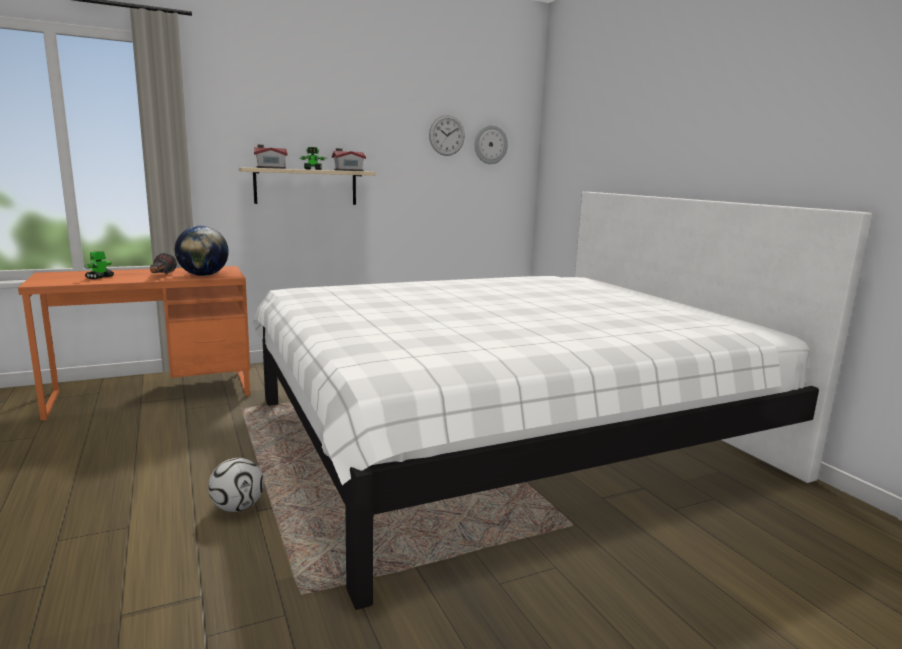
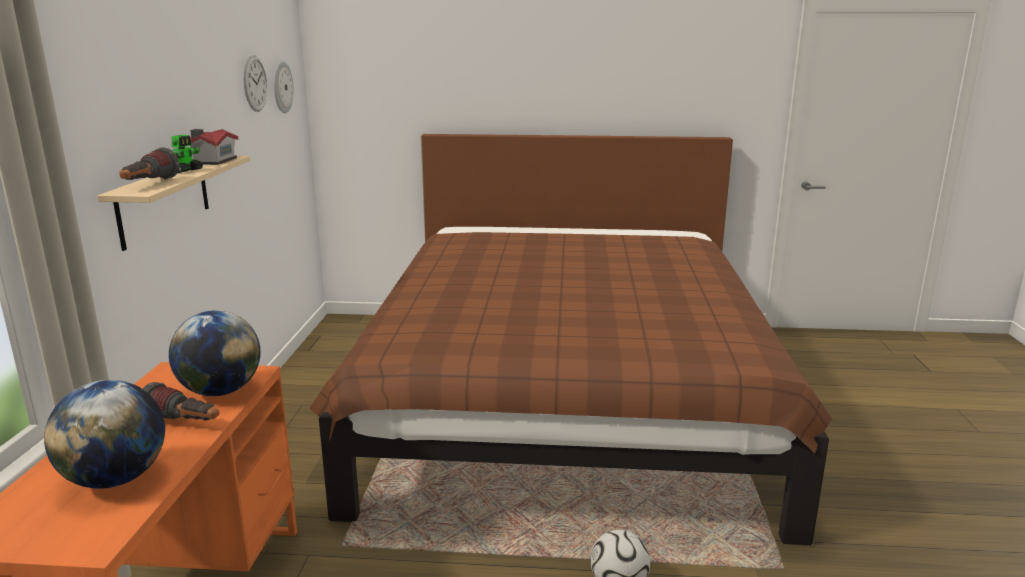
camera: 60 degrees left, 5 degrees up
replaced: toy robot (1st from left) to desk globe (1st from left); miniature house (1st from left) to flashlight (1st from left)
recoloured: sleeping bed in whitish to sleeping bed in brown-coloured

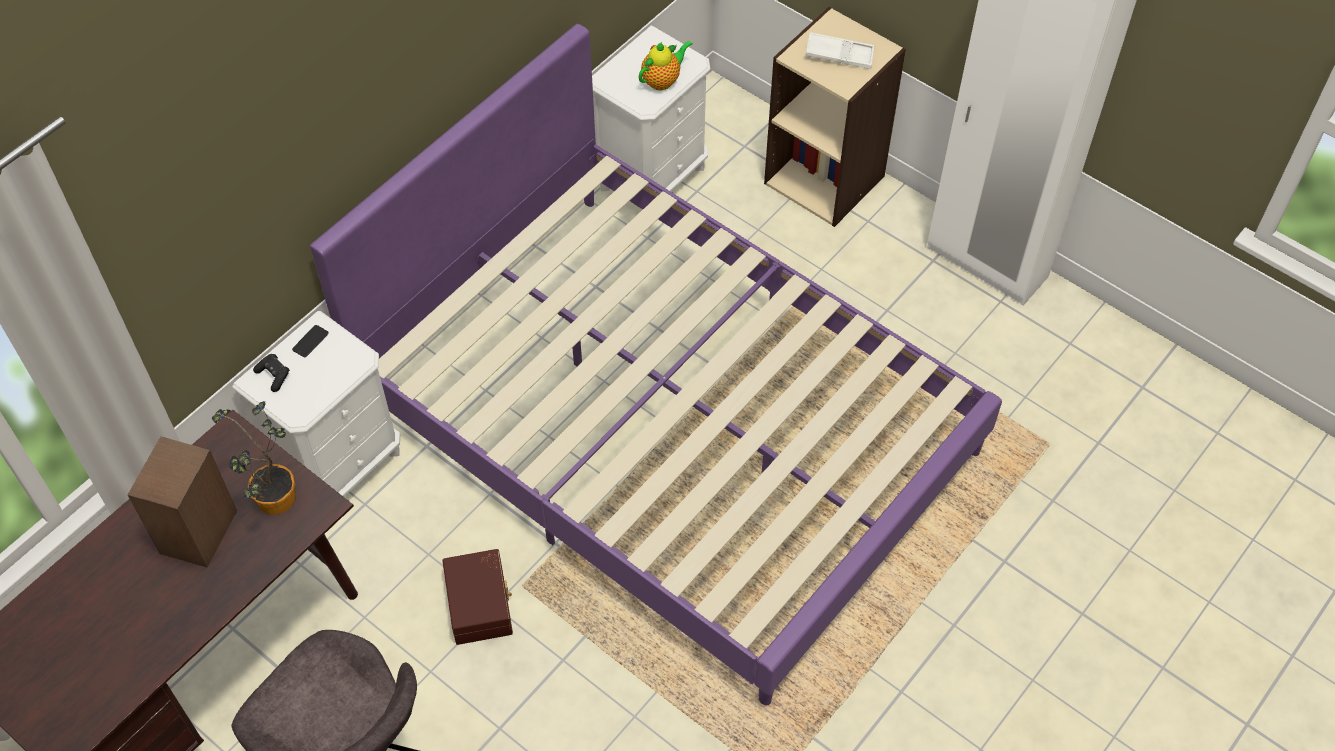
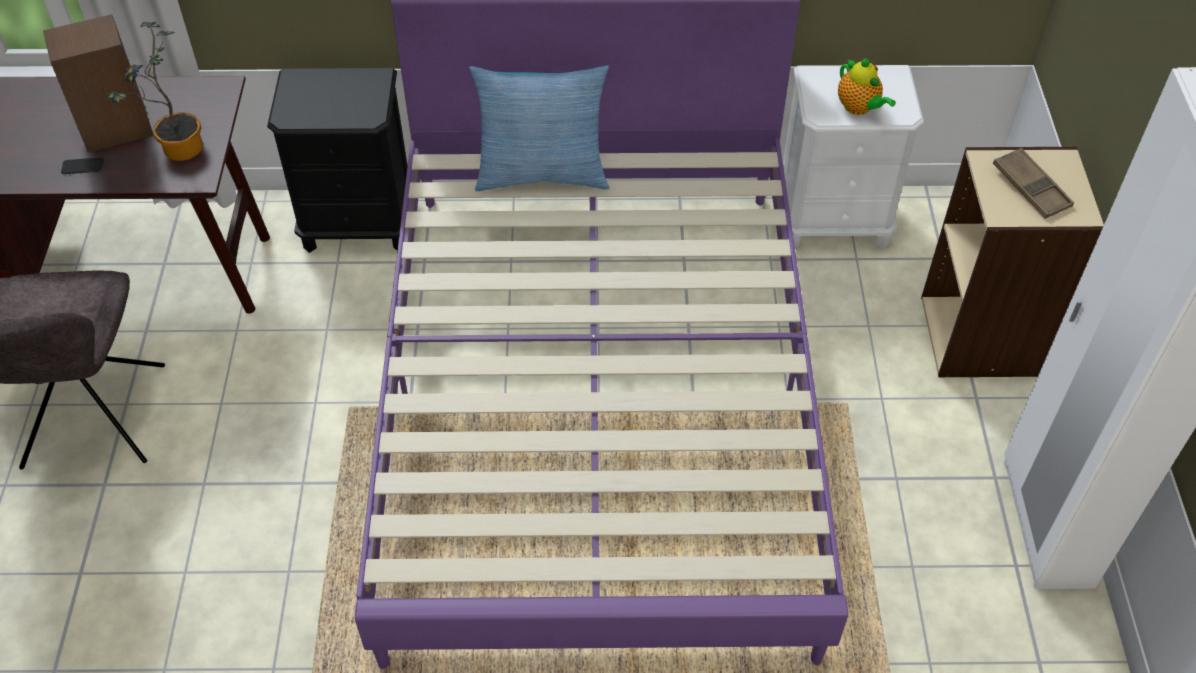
camera: 50 degrees right, 5 degrees down
removed: gamepad in black; storage bin in brown-coloured
added: cushion
moved: handset
recoloured: bedside table in whitish (1st from left) to bedside table in black; tray in whitish to tray in brown-coloured
turned: tea pot 45 degrees clockwise

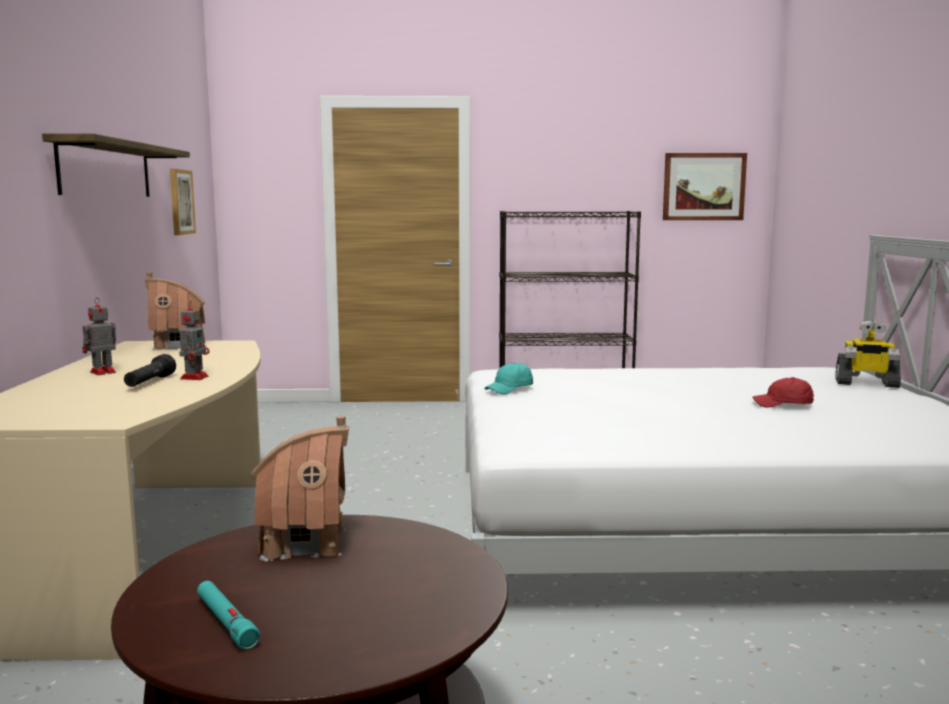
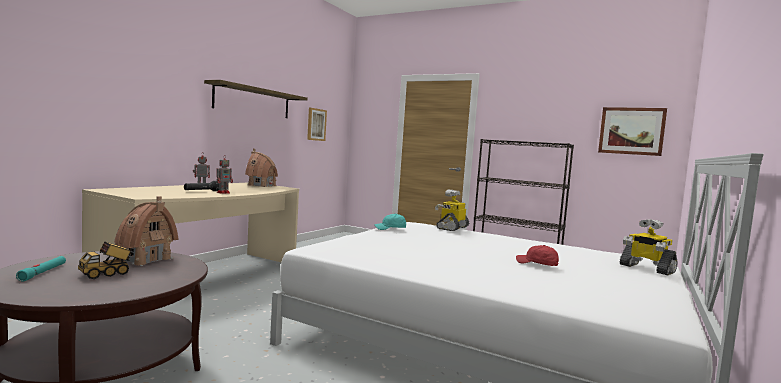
camera: 30 degrees right, 5 degrees down
added: toy truck; toy robot (3rd from left)

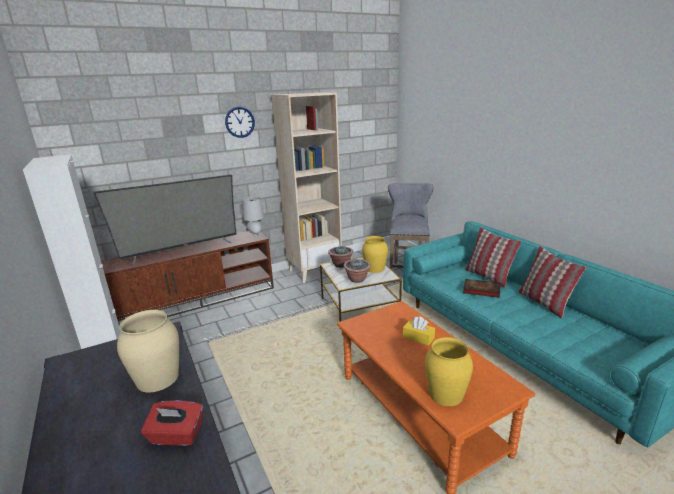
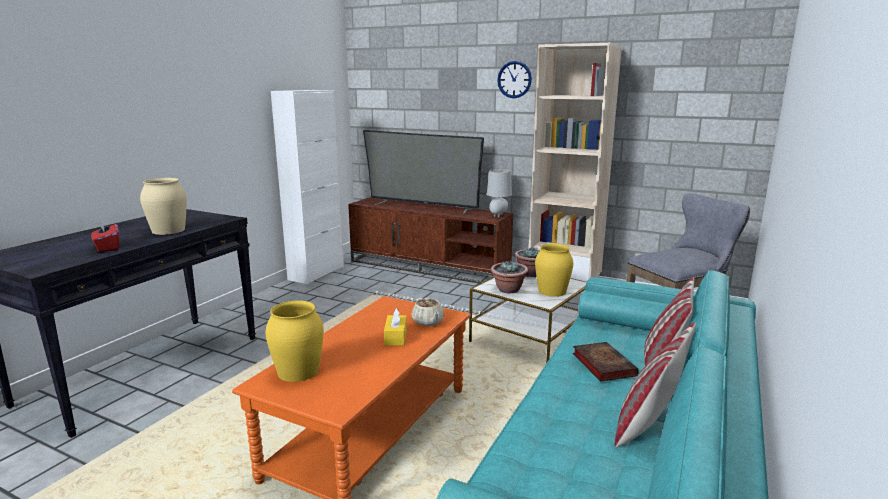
camera: 55 degrees right, 5 degrees down
added: tea pot in beige-coloured

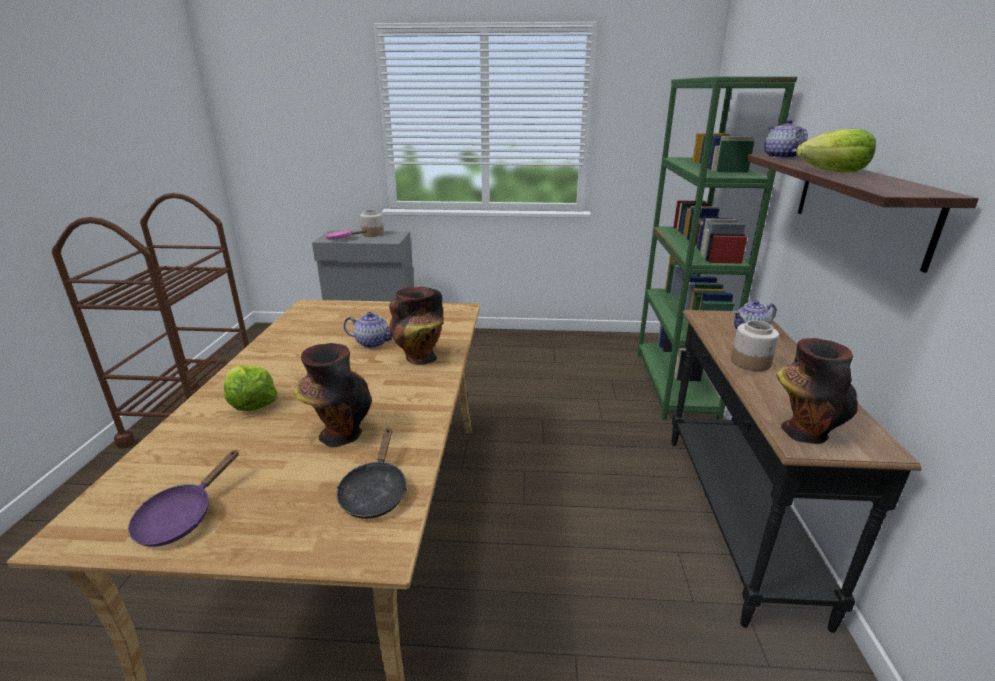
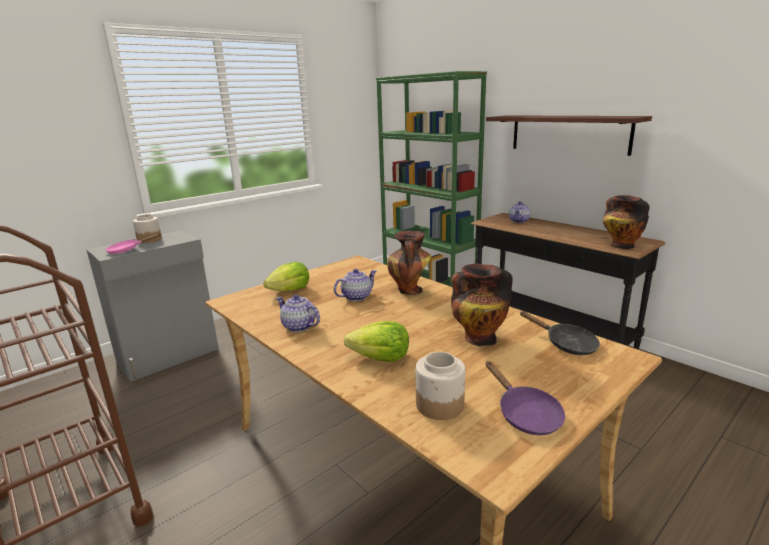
camera: 45 degrees left, 5 degrees down
moved: jar (2nd from left); tea pot (3rd from left in the first image) to tea pot (1st from left); lettuce head (2nd from left in the first image) to lettuce head (1st from left)

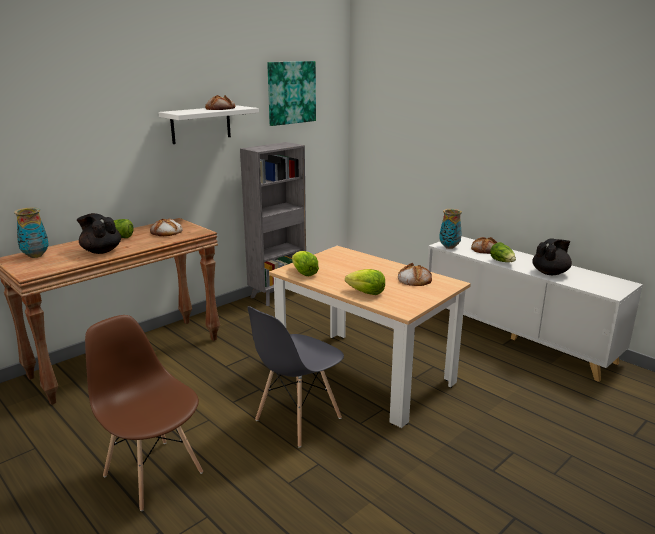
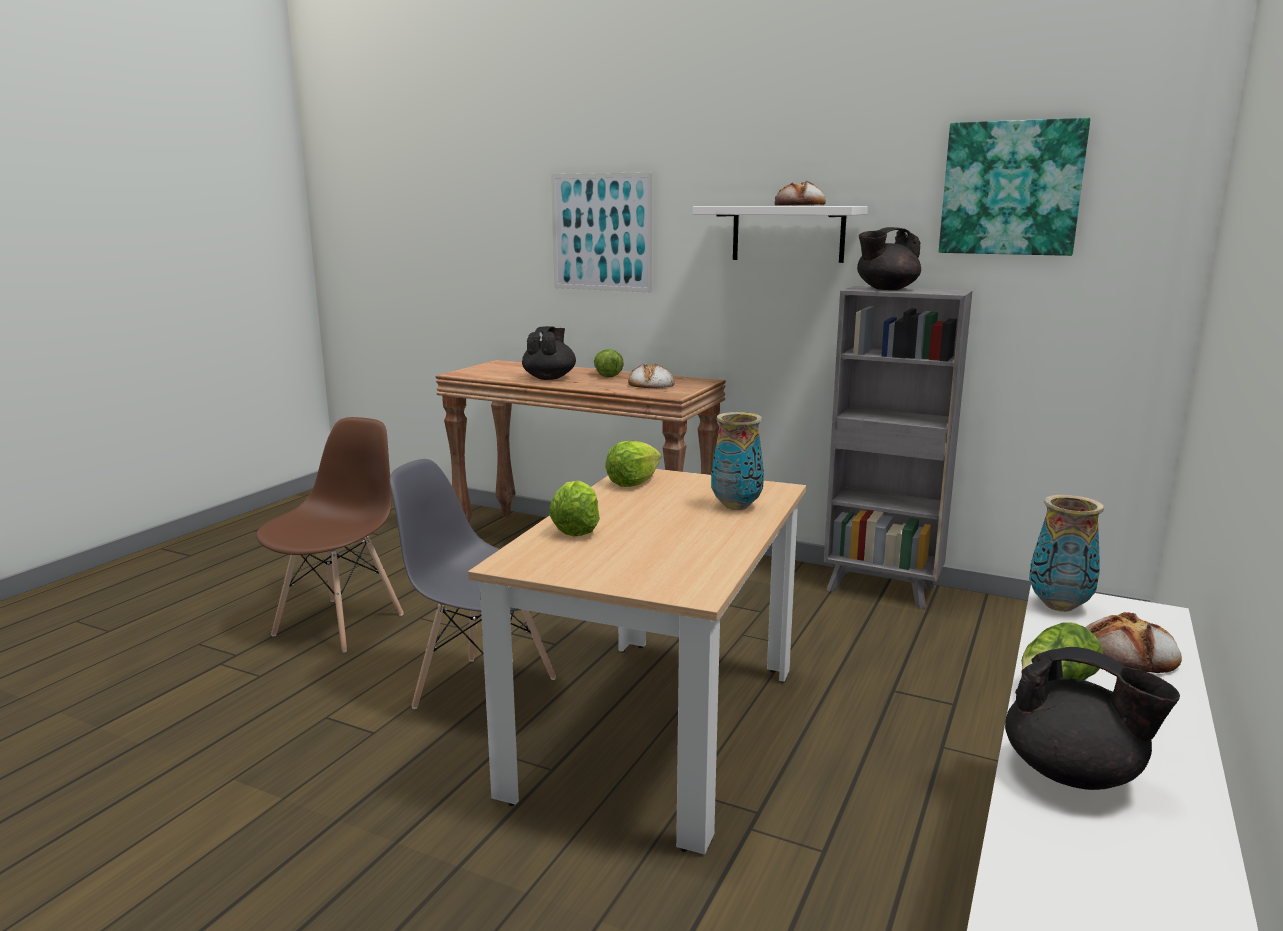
camera: 70 degrees right, 5 degrees down
removed: bakery bread (3rd from left)
added: picture (1st from left); tea pot in black (2nd from left)
moved: flower vase (1st from left)

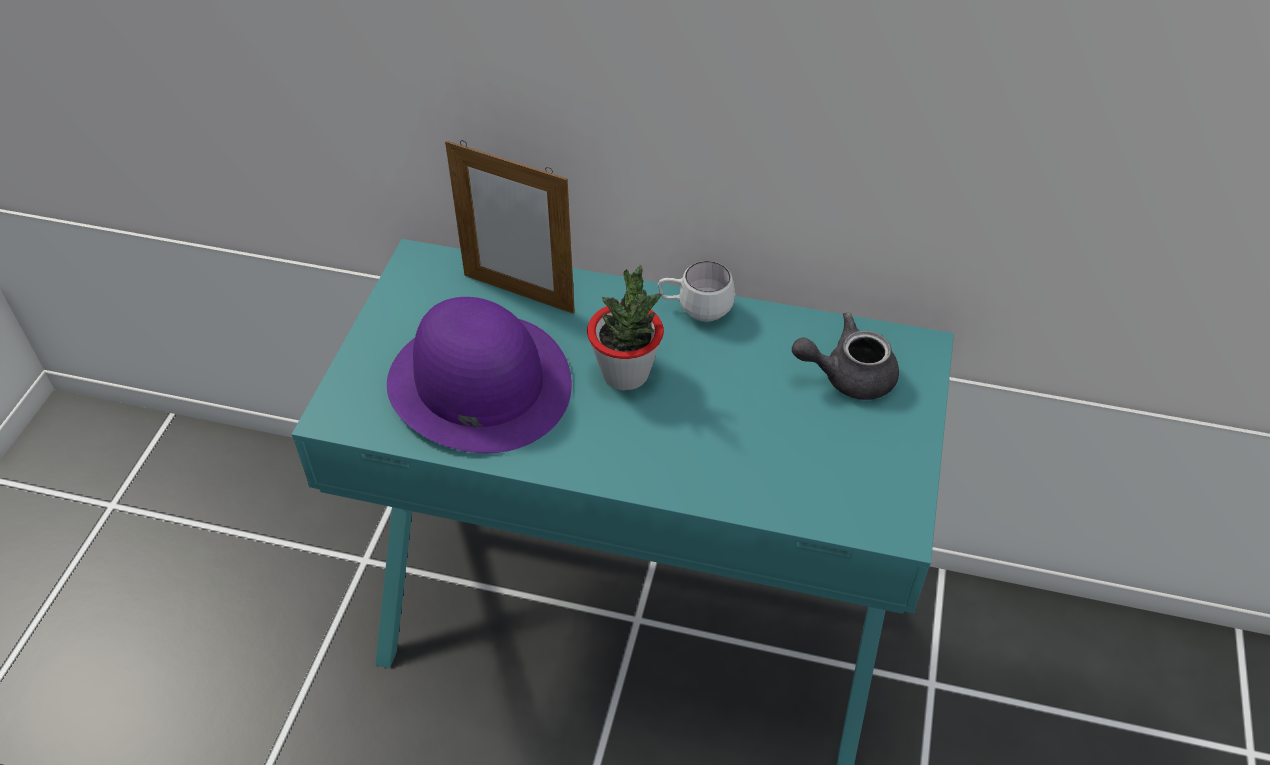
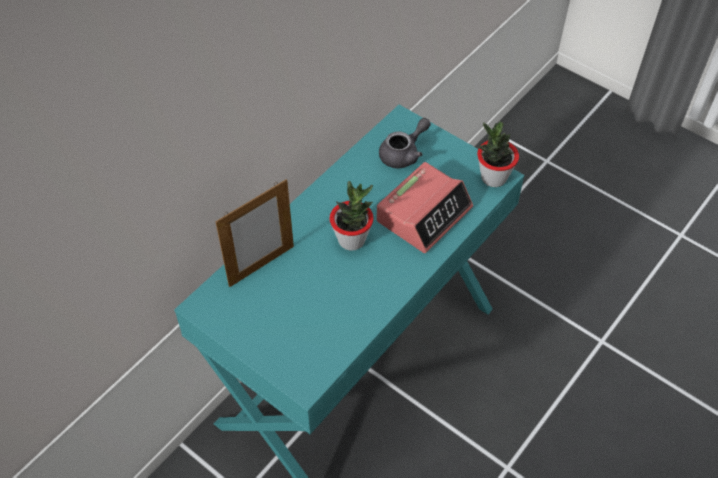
camera: 65 degrees left, 5 degrees up
removed: wearable hat in purple-coloured; mug in whitish
added: alarm clock; potted plant (2nd from left)
turned: tea pot in grey 150 degrees counterclockwise

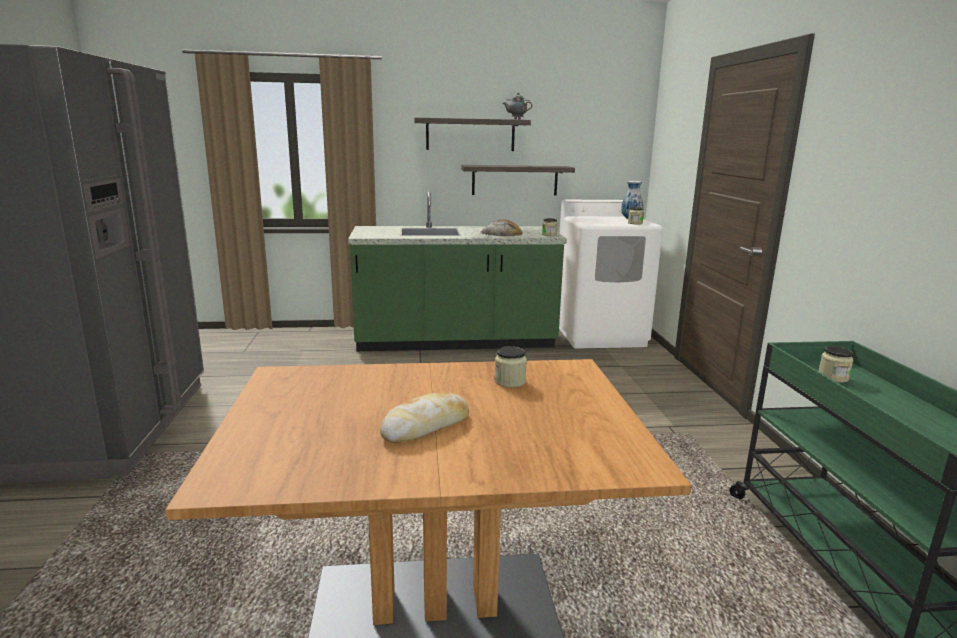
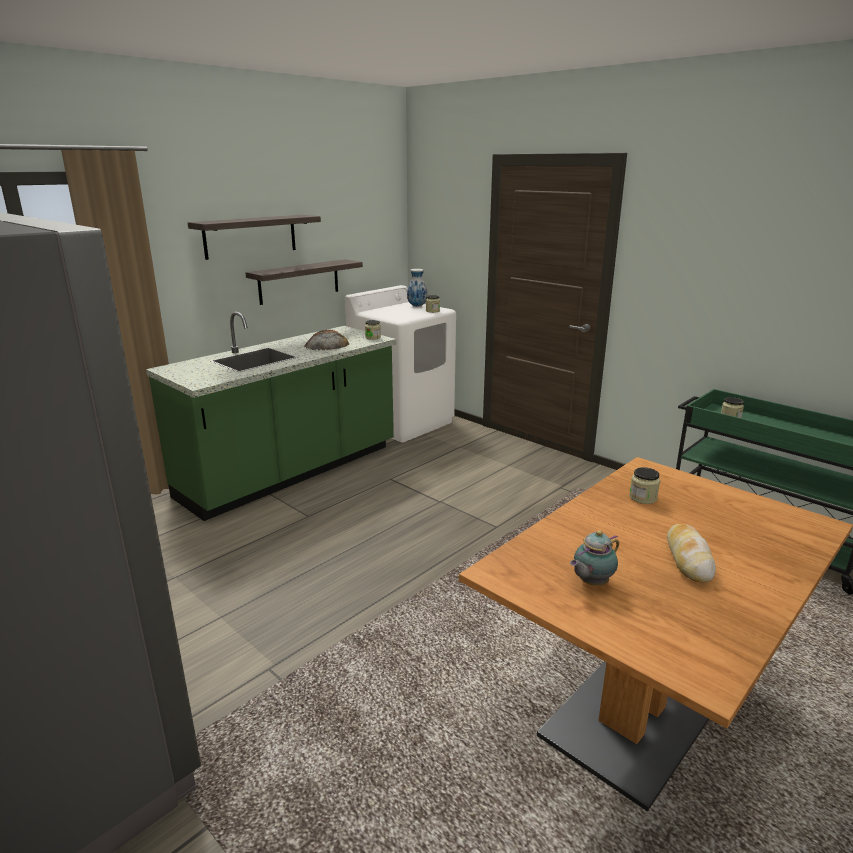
camera: 40 degrees left, 5 degrees up
moved: tea pot

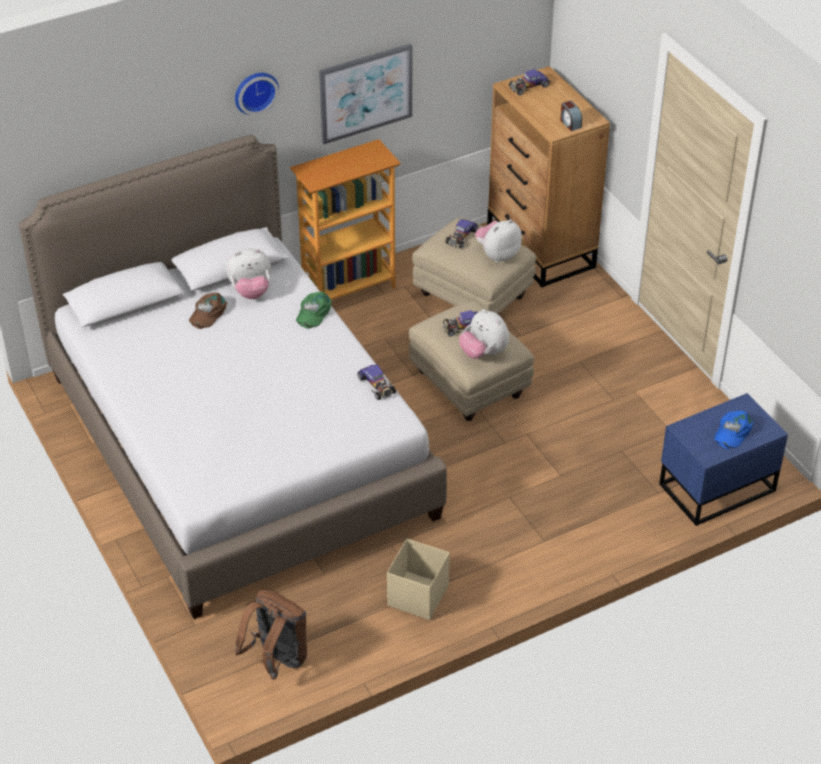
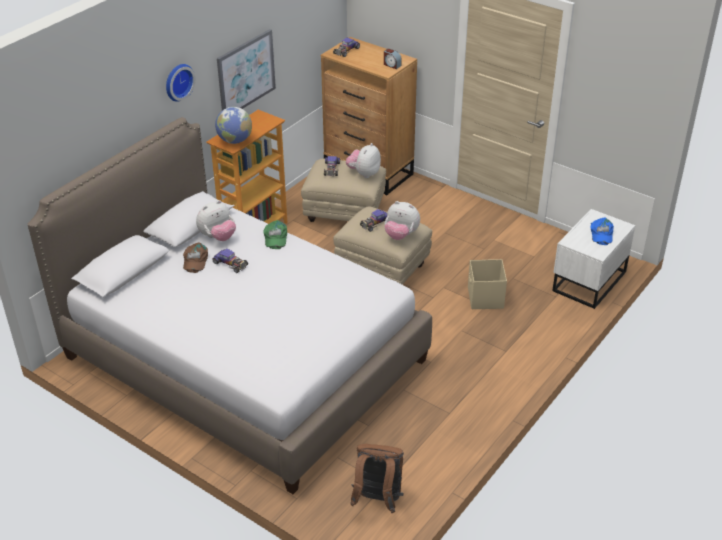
camera: 25 degrees left, 5 degrees down
added: desk globe
moved: toy car (1st from left); storage bin in beige-coloured
recoloured: bedside table in blue-coloured to bedside table in whitish

